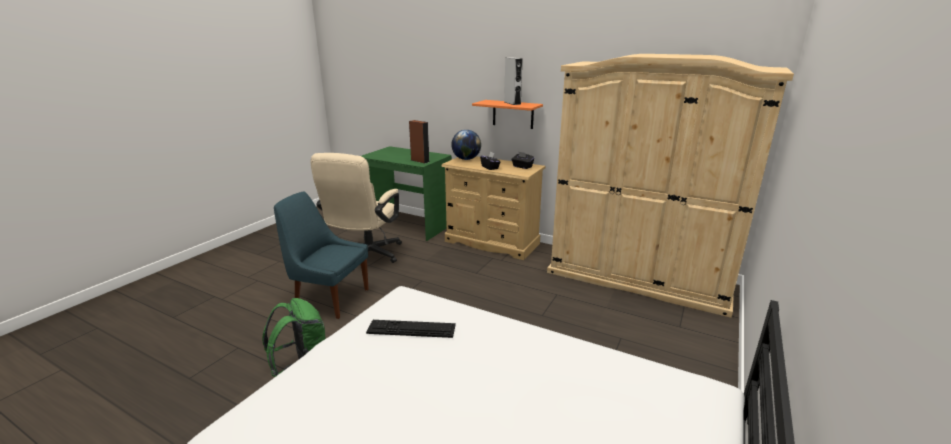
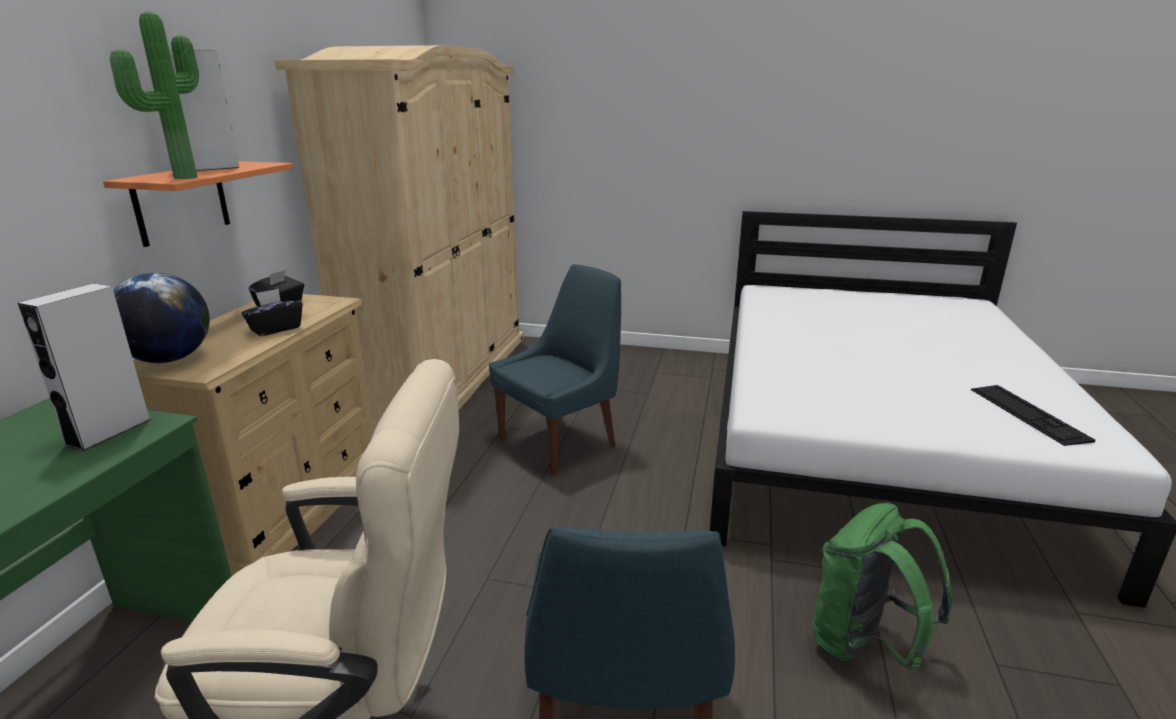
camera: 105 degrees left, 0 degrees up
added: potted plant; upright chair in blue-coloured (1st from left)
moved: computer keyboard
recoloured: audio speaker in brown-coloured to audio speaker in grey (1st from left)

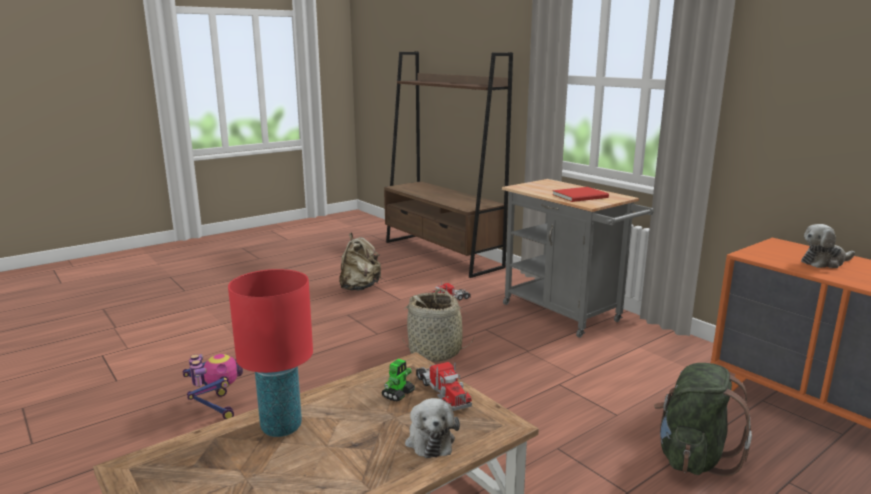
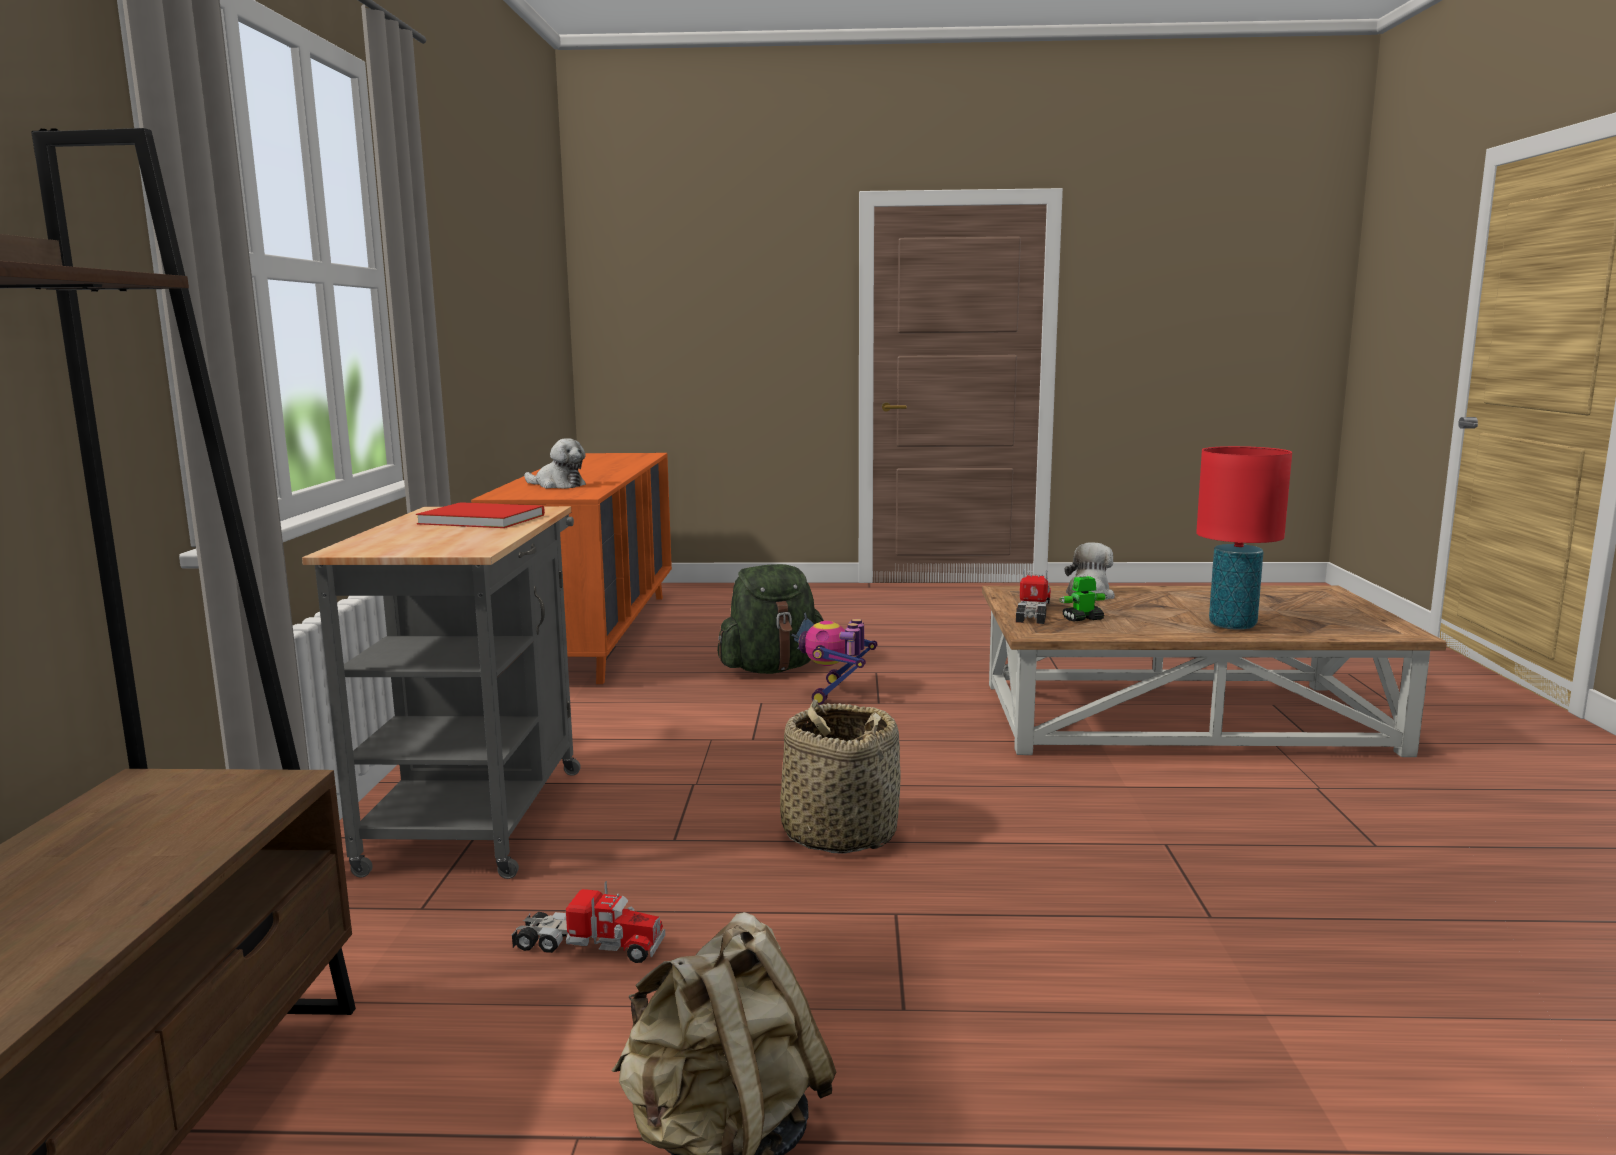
camera: 140 degrees left, 5 degrees down
moved: toy robot (1st from left)

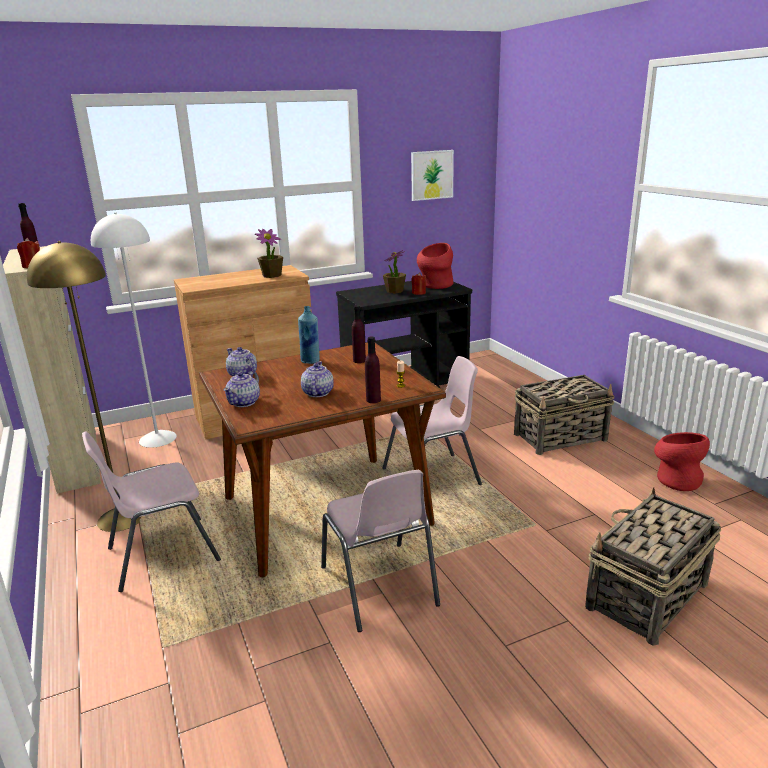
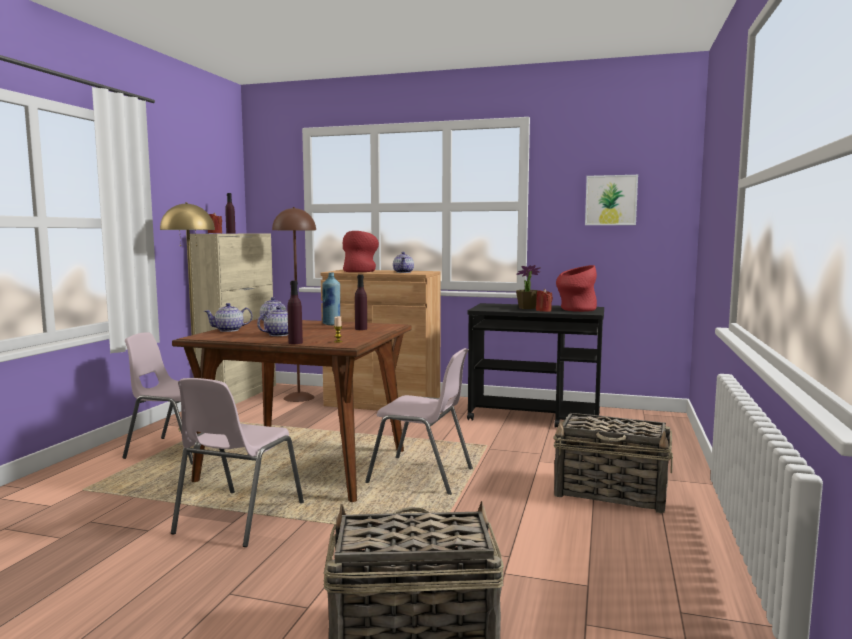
camera: 40 degrees right, 15 degrees down
moved: flower vase in red-coloured (2nd from left in the first image) to flower vase in red-coloured (1st from left)
replaced: potted plant (1st from left) to tea pot (4th from left)
recoloured: standard lamp in whitish to standard lamp in brown-coloured

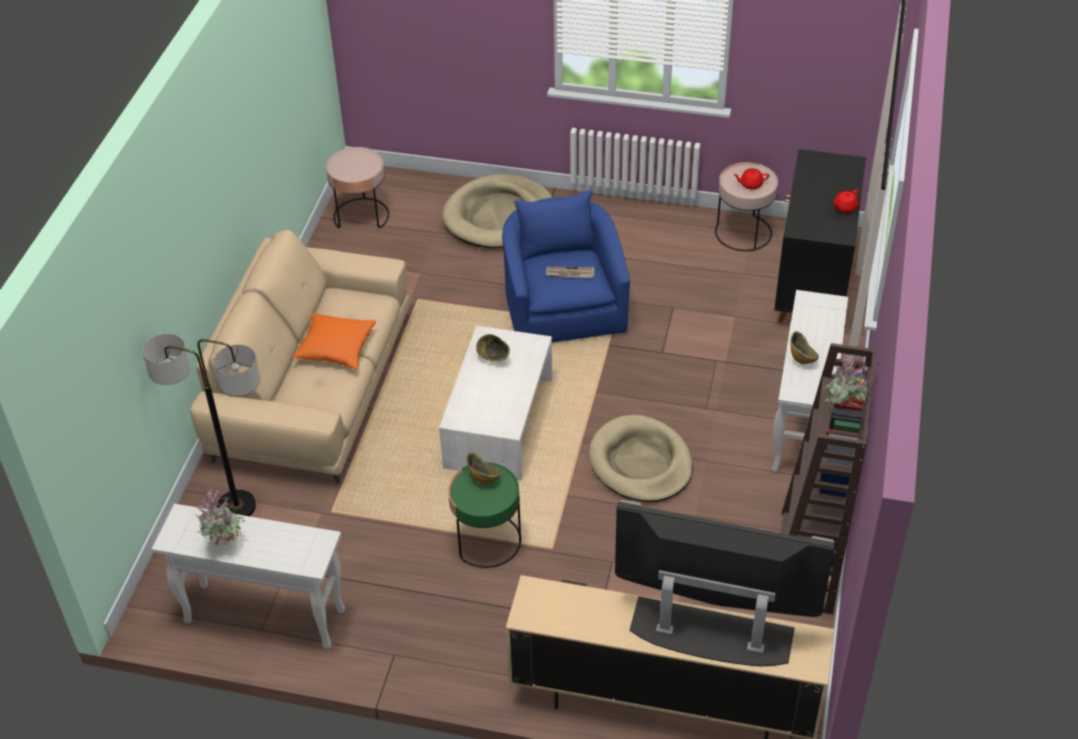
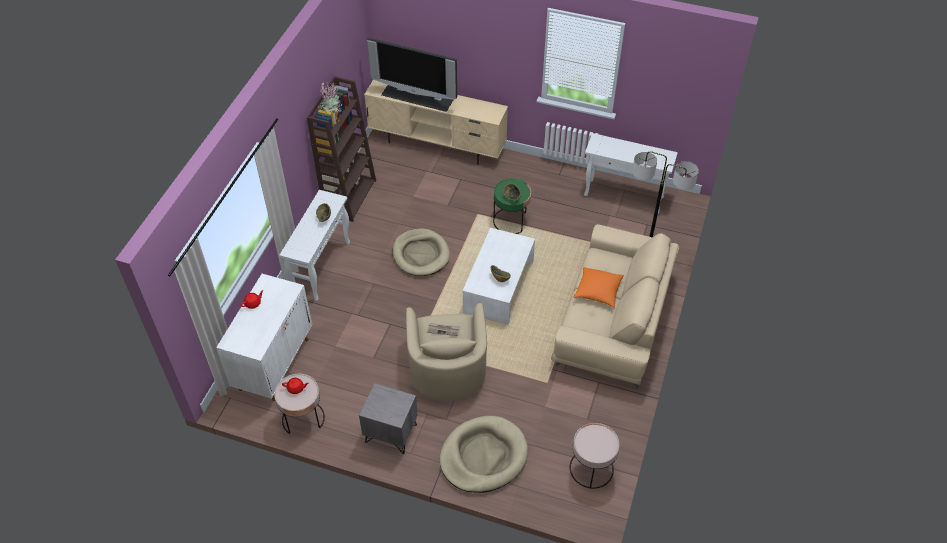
camera: 175 degrees left, 5 degrees up
removed: potted plant (1st from left)
added: bedside table in grey
recoloured: lounge chair in blue-coloured to lounge chair in beige-coloured; cupboard in black to cupboard in whitish

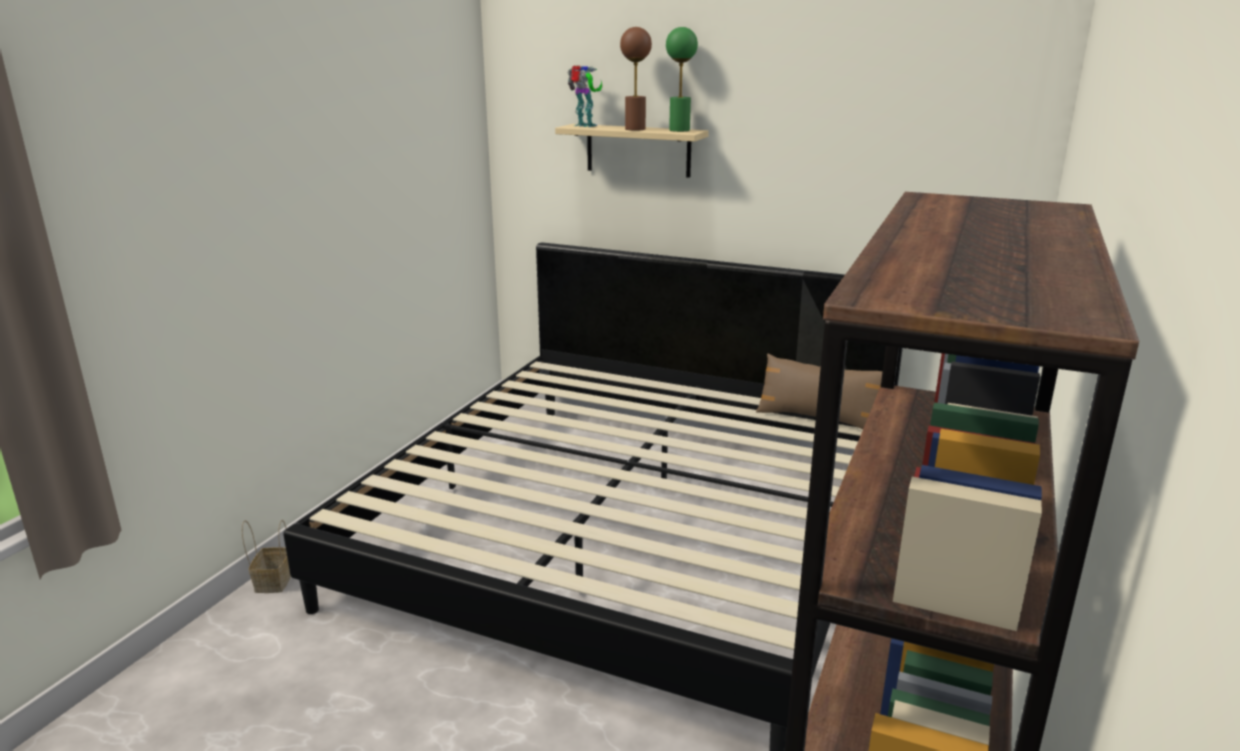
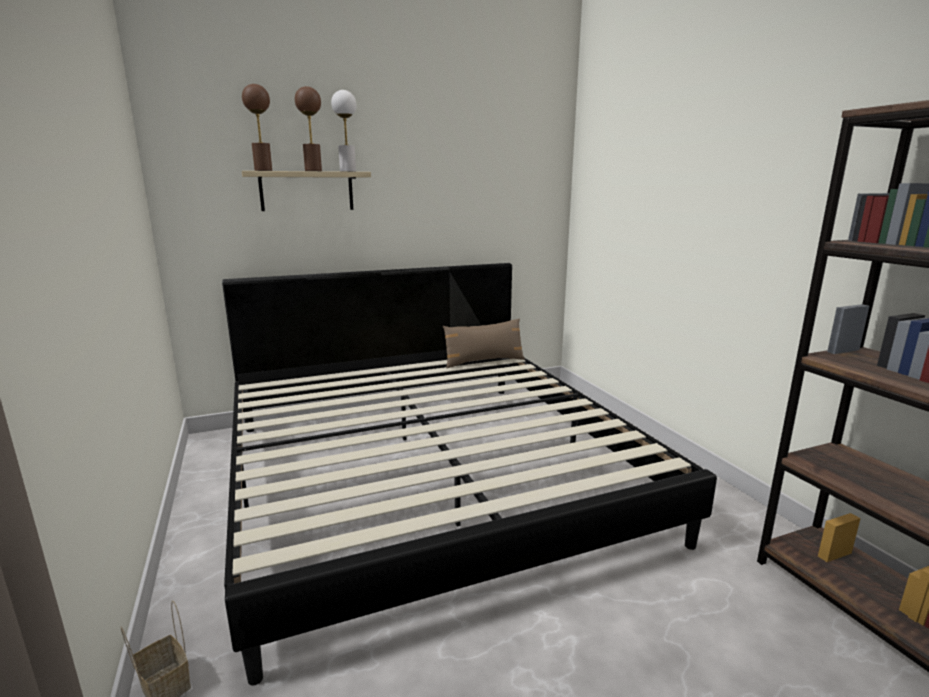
camera: 45 degrees left, 5 degrees down
replaced: toy robot to tabletop lamp in brown-coloured (1st from left)
recoloured: tabletop lamp in green-coloured to tabletop lamp in whitish

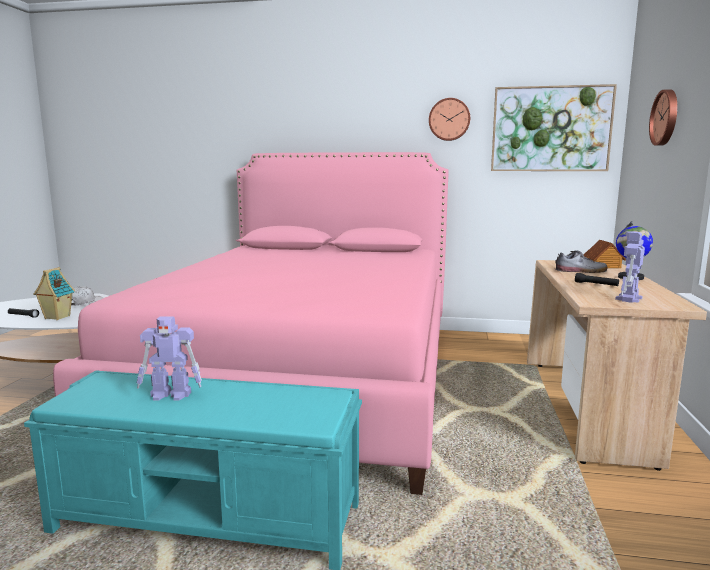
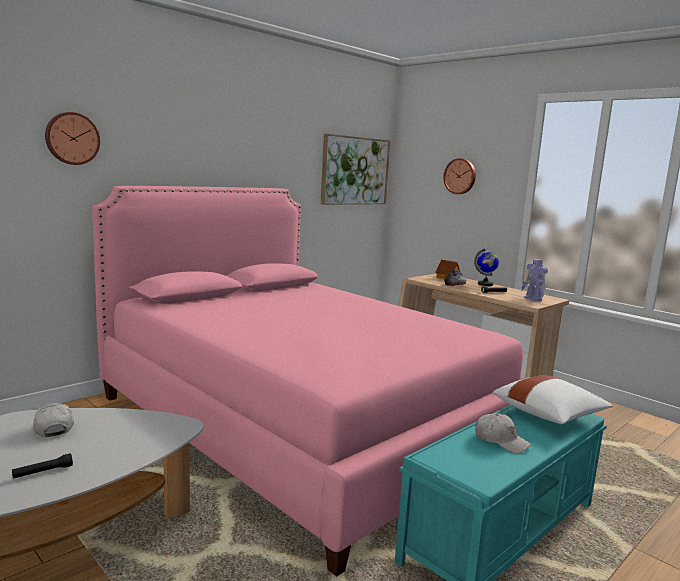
camera: 55 degrees left, 0 degrees up
removed: miniature house (1st from left)
added: cushion in whitish
moved: hanging clock (1st from left)
replaced: toy robot (1st from left) to peaked cap in whitish (2nd from left)

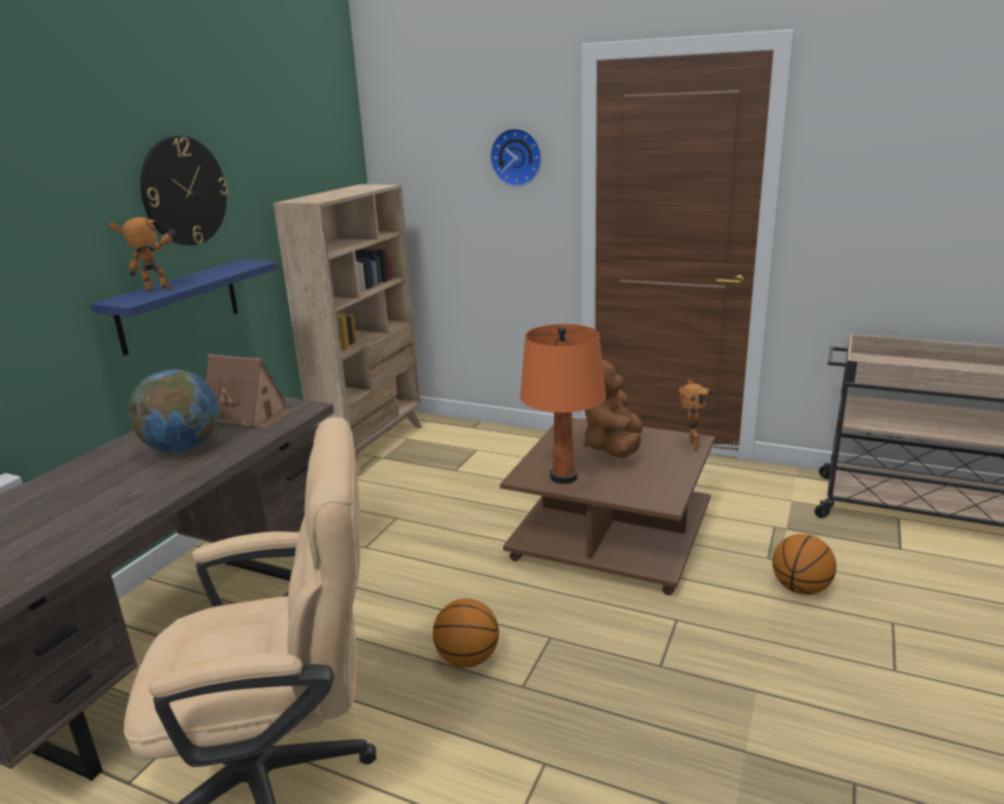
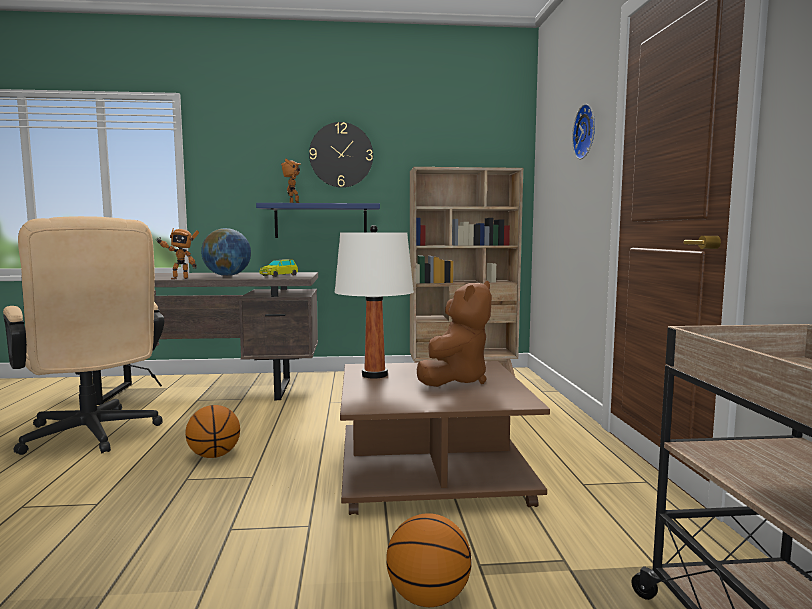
camera: 60 degrees right, 15 degrees down
moved: toy robot (2nd from left in the first image) to toy robot (1st from left)
replaced: miniature house to toy car
recoloured: tabletop lamp in orange-coloured to tabletop lamp in whitish
turned: cuddly toy in brown-coloured 135 degrees clockwise

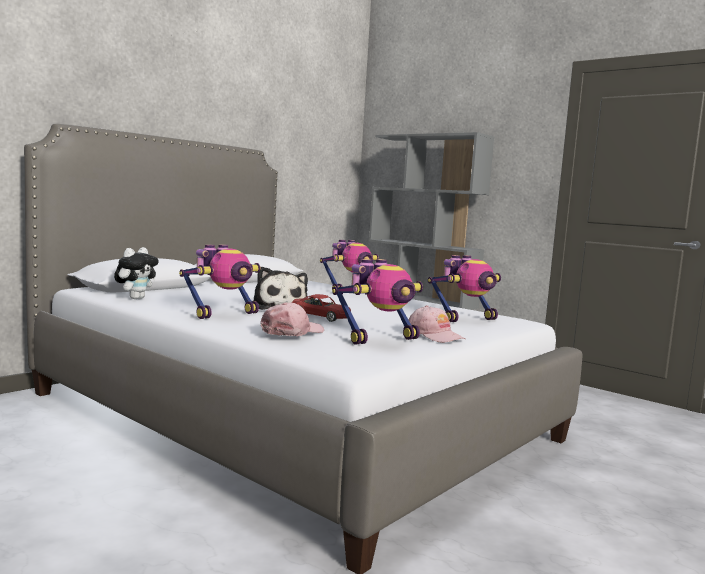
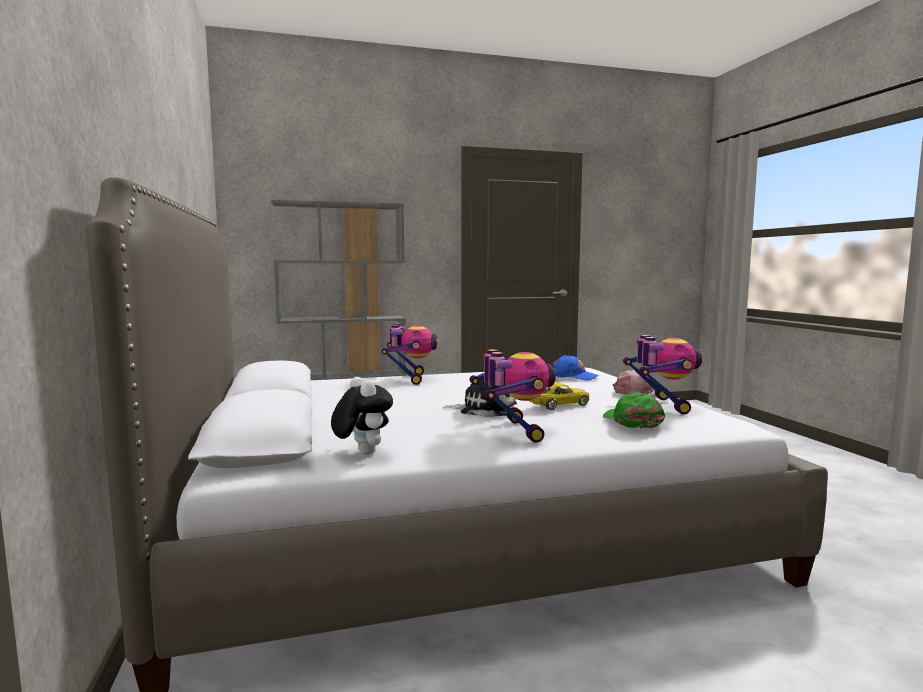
camera: 55 degrees left, 0 degrees up
replaced: toy robot (4th from left) to peaked cap in blue-coloured
recoloured: peaked cap in pinkish (1st from left) to peaked cap in green-coloured; toy car in red-coloured to toy car in yellowish

